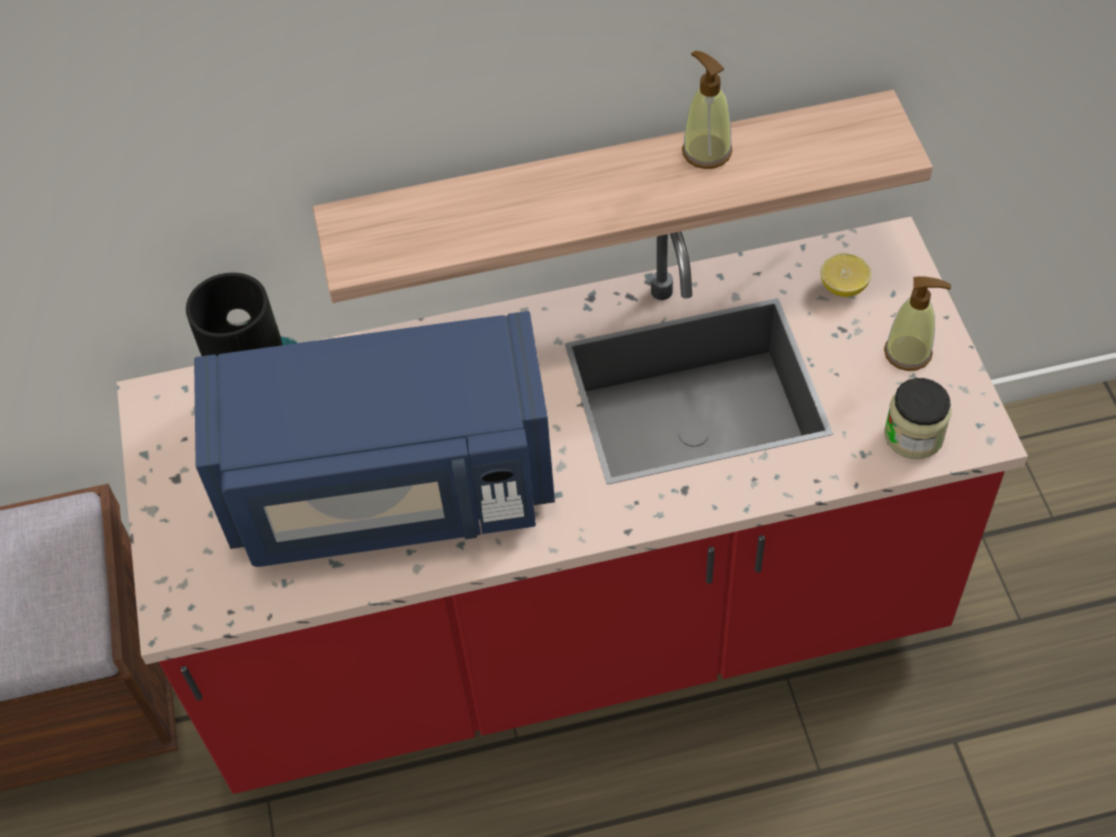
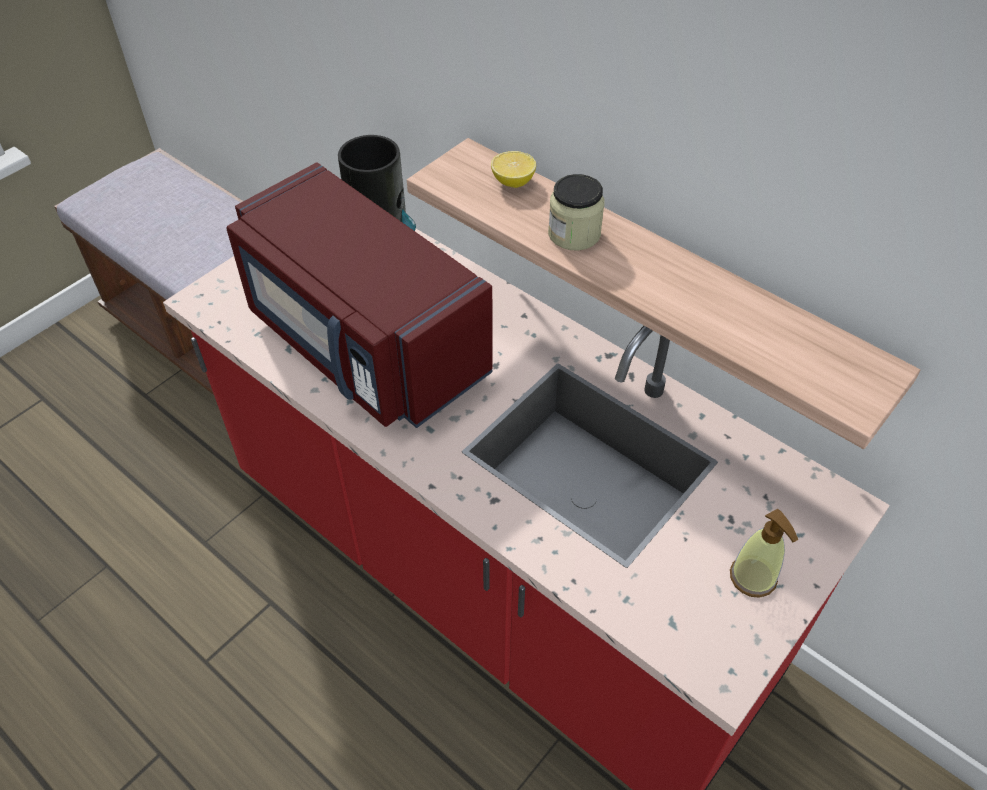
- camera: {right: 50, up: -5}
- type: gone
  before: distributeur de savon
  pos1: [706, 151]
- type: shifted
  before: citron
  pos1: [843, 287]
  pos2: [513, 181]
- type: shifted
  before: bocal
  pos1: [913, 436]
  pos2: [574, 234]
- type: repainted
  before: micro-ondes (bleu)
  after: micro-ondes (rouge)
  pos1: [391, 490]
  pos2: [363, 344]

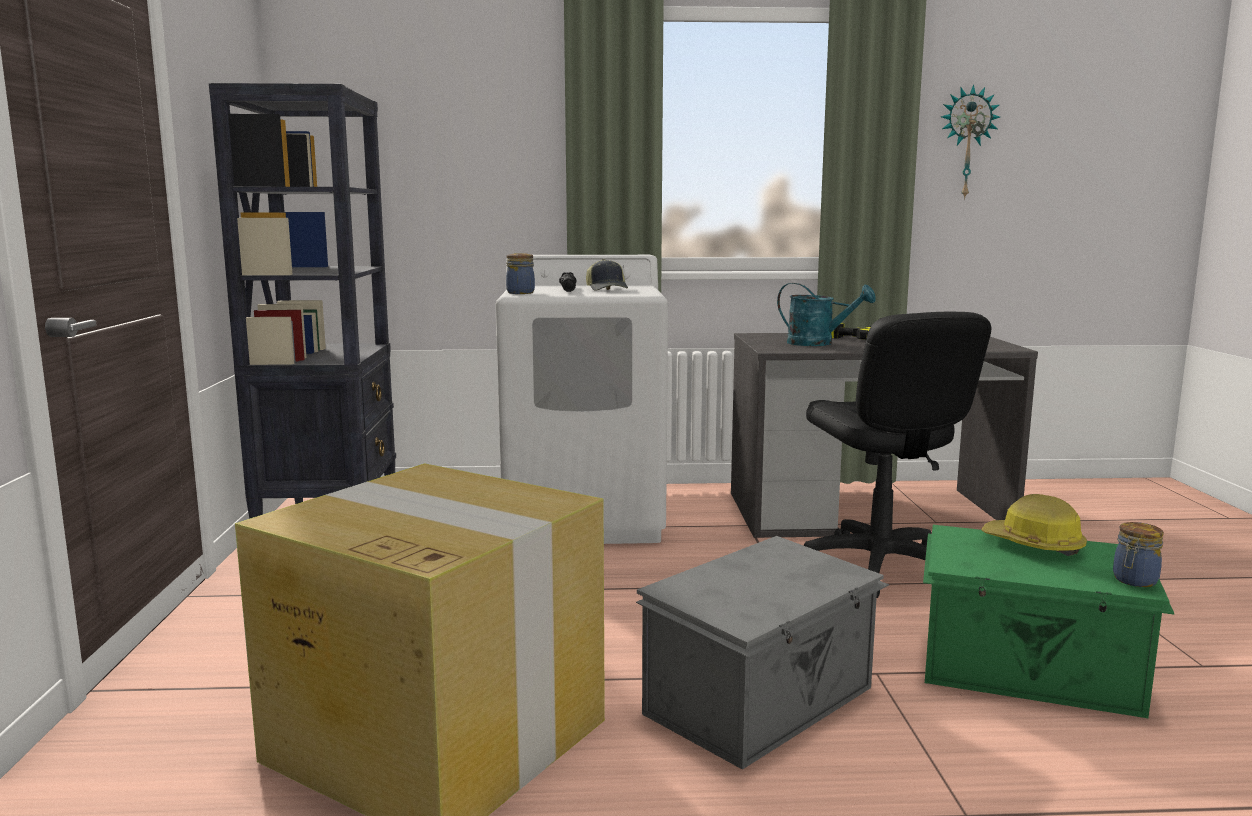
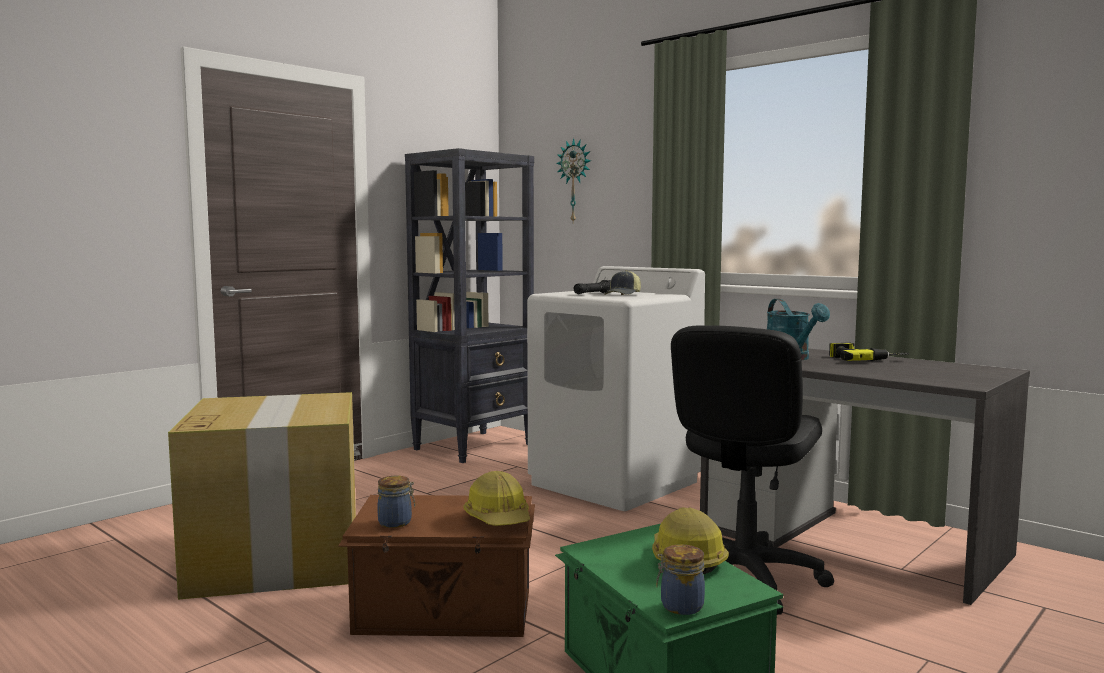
- camera: {right: 45, up: -5}
- type: new
  after: casque de chantier
  pos2: [499, 518]
- type: shifted
  before: bocal
  pos1: [521, 293]
  pos2: [396, 523]
- type: shifted
  before: horloge murale
  pos1: [966, 142]
  pos2: [575, 181]
- type: repainted
  before: boîte de rangement (gris)
  after: boîte de rangement (marron)
  pos1: [763, 701]
  pos2: [445, 613]

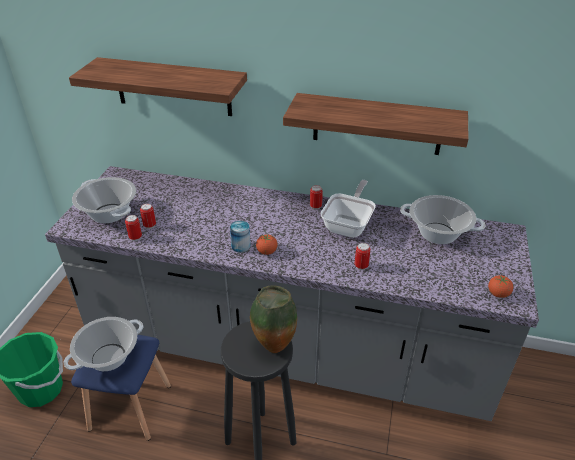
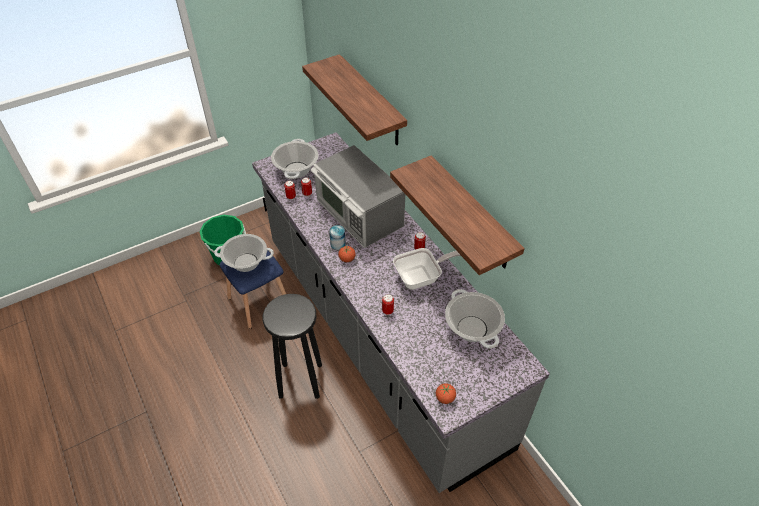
- camera: {right: 45, up: 10}
- type: gone
  before: vase
  pos1: [273, 346]
- type: new
  after: micro-ondes
  pos2: [358, 214]

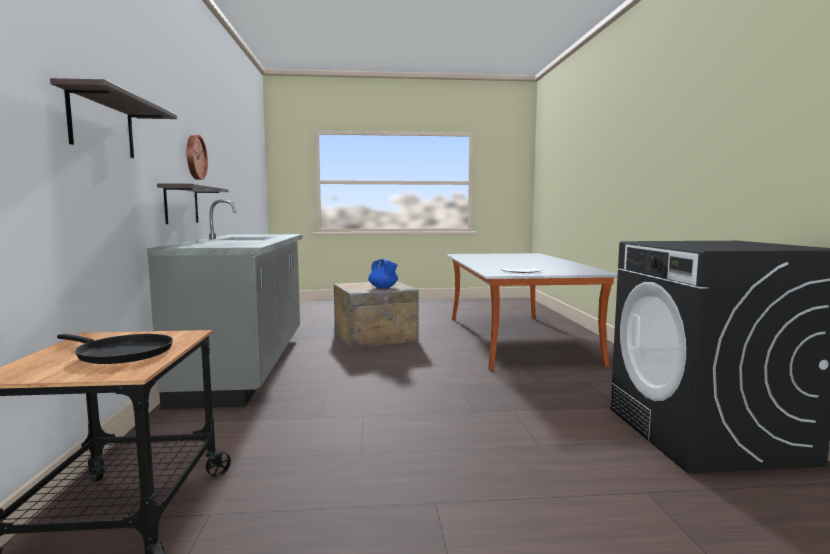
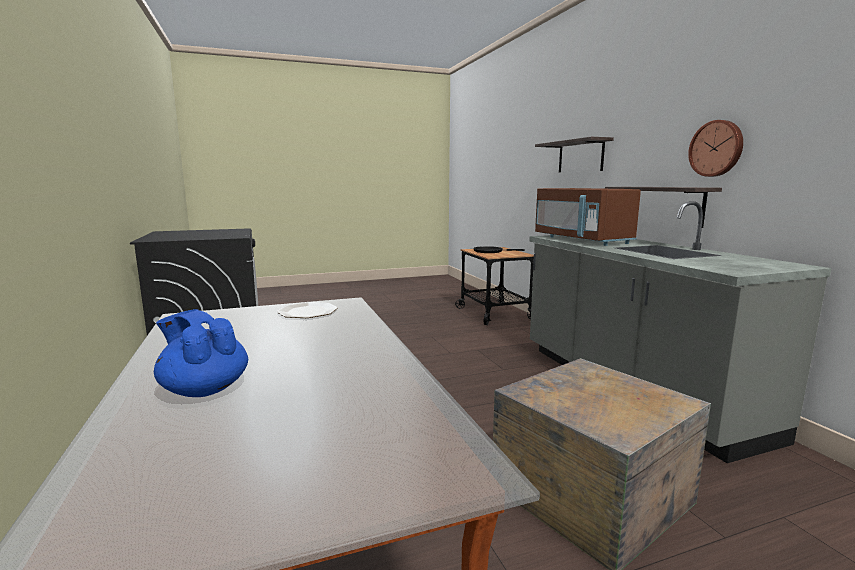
- camera: {right: 165, up: 5}
- type: new
  after: micro-ondes (marron)
  pos2: [582, 240]
- type: shifted
  before: théière (bleu)
  pos1: [383, 288]
  pos2: [204, 389]

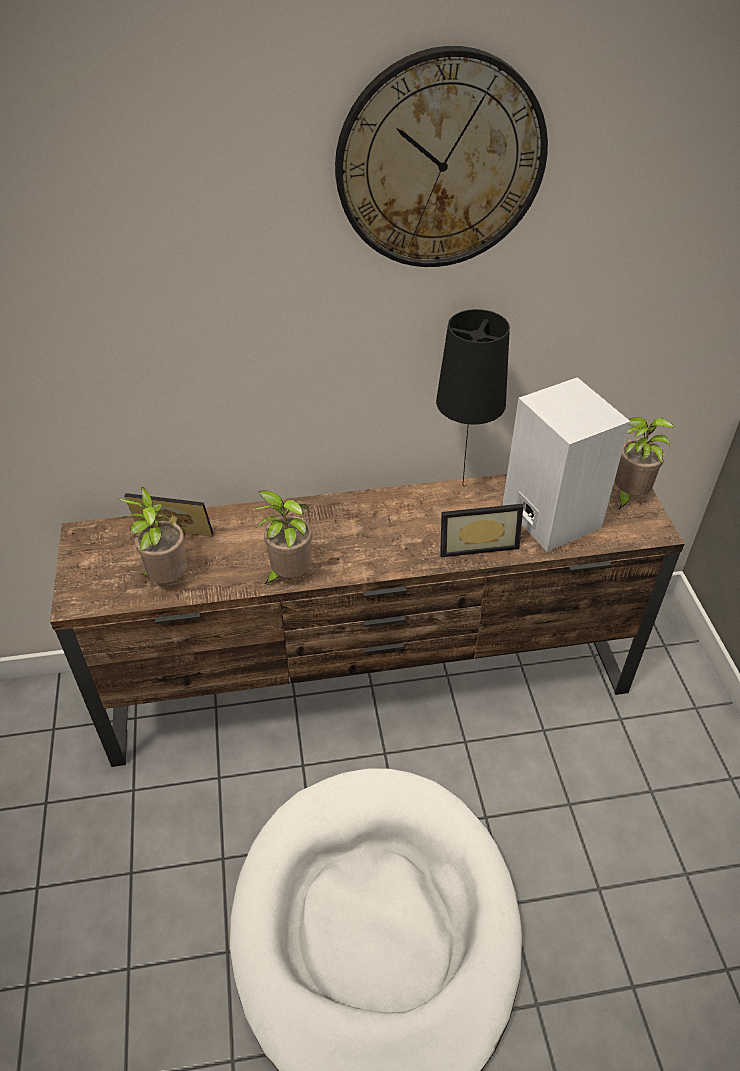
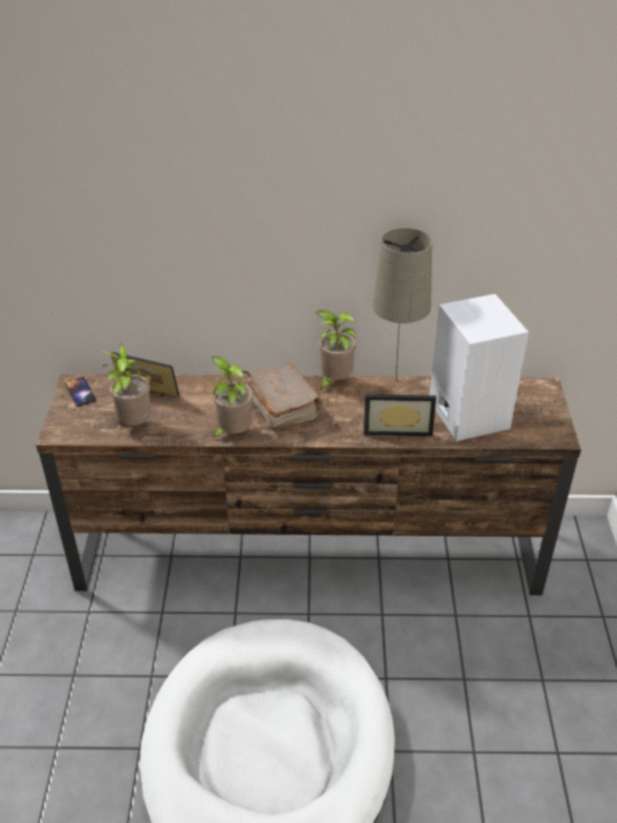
- camera: {right: 10, up: -5}
- type: gone
  before: horloge murale
  pos1: [440, 163]
- type: new
  after: téléphone
  pos2: [80, 392]
- type: new
  after: livre (marron)
  pos2: [283, 407]
- type: shifted
  before: plante en pot
  pos1: [628, 496]
  pos2: [334, 382]
- type: repainted
  before: lampe de table (noir)
  after: lampe de table (beige)
  pos1: [461, 495]
  pos2: [395, 389]

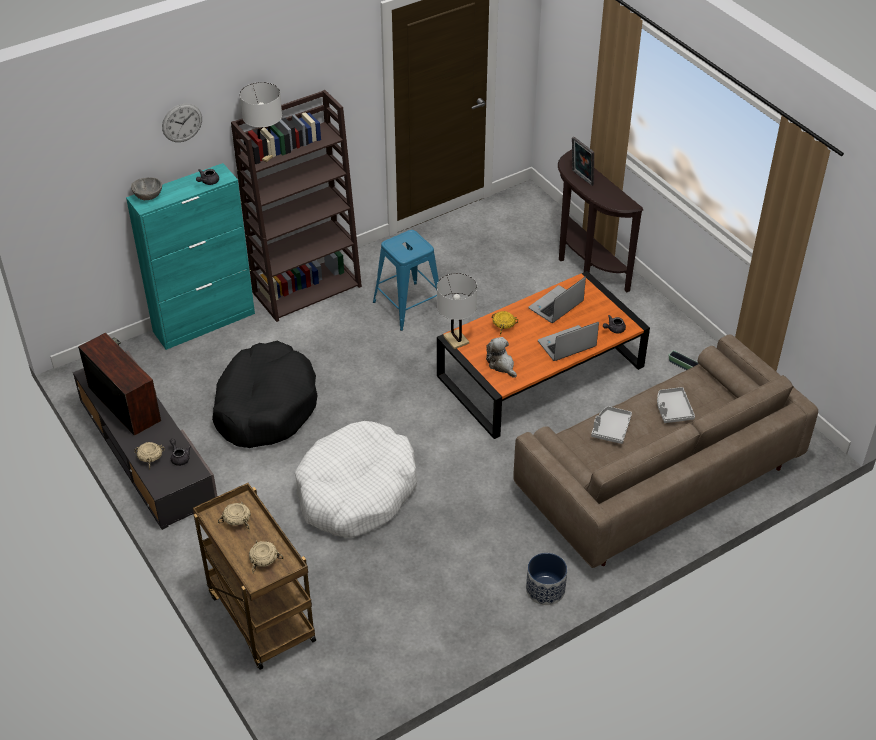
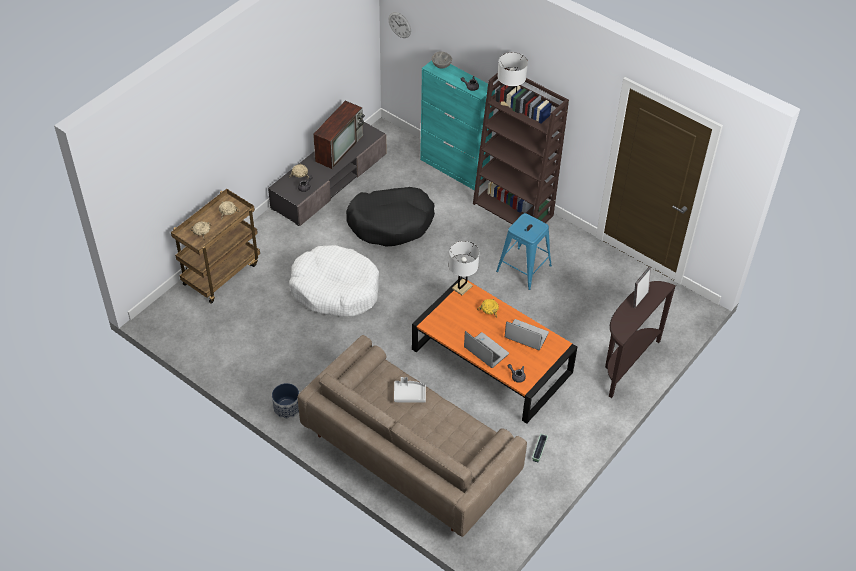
- camera: {right: 70, up: 5}
- type: gone
  before: peluche
  pos1: [501, 365]
- type: gone
  before: plateau (gris)
  pos1: [673, 410]
- type: shifted
  before: horloge murale
  pos1: [182, 122]
  pos2: [399, 25]

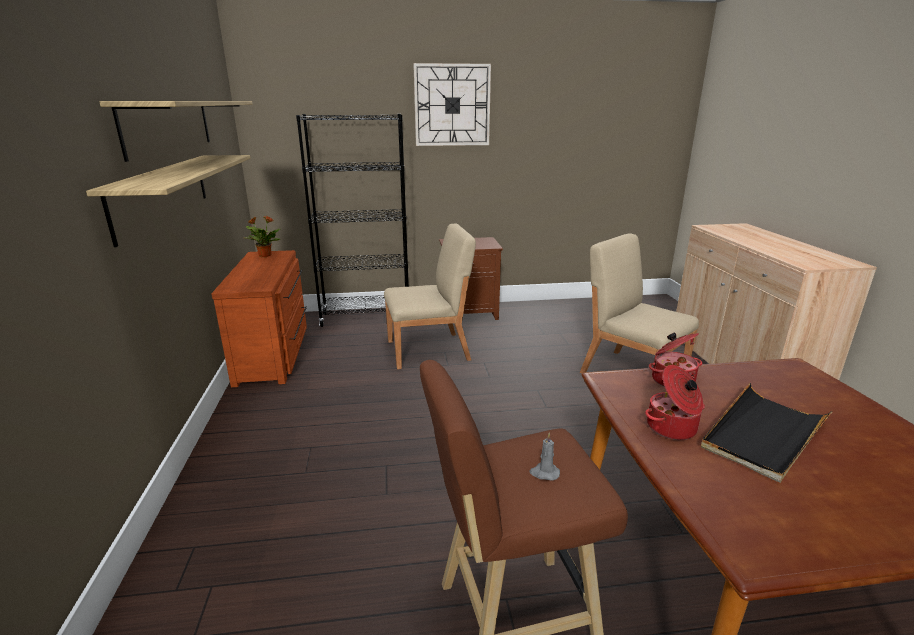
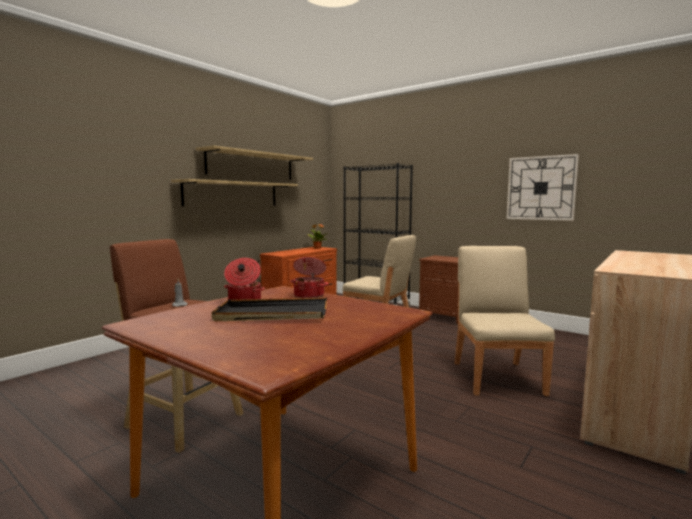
- camera: {right: 45, up: -15}
- type: shifted
  before: horloge murale
  pos1: [452, 105]
  pos2: [541, 188]

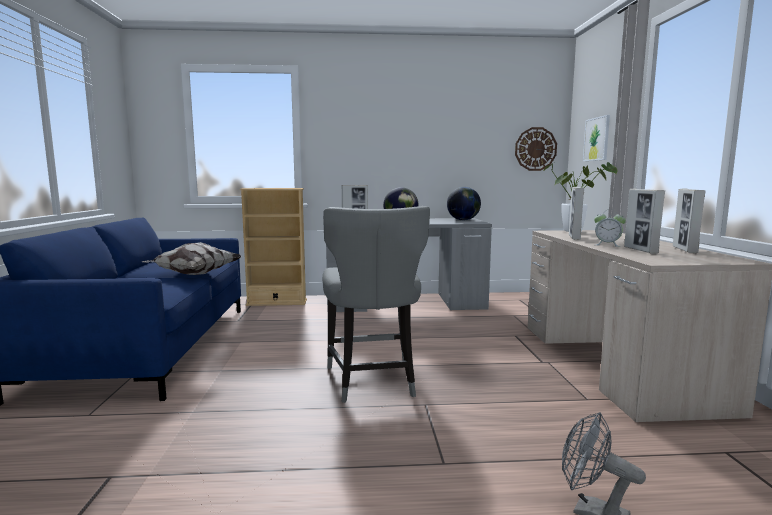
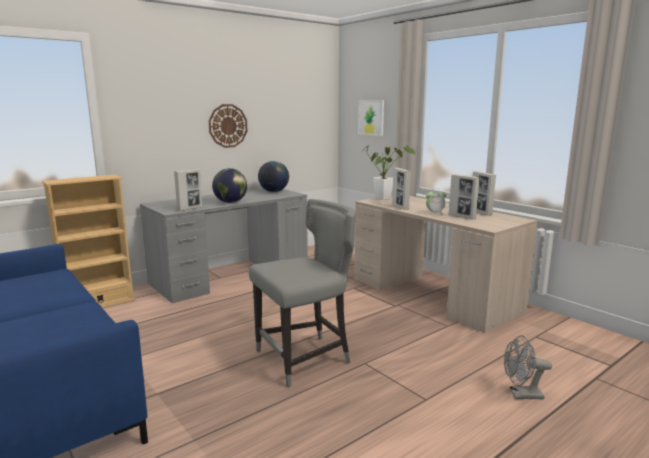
- camera: {right: -35, up: 5}
- type: gone
  before: coussin
  pos1: [193, 274]
- type: shifted
  before: horloge murale
  pos1: [535, 149]
  pos2: [228, 126]
- type: rotated
  before: chaise (gris)
  pos1: [372, 381]
  pos2: [305, 358]
  turn: -75

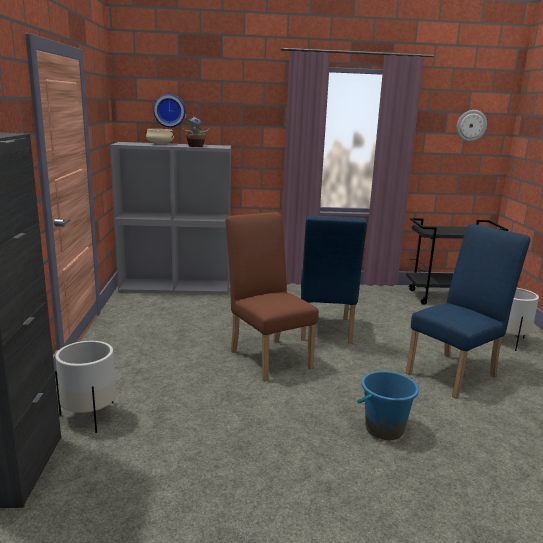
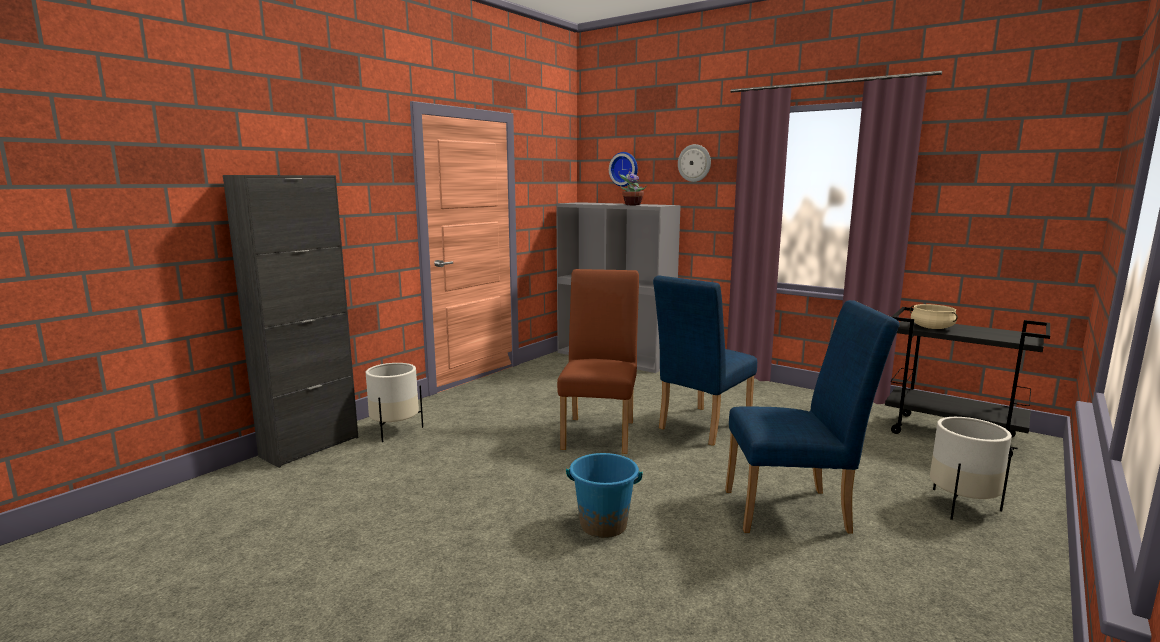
- camera: {right: 40, up: -5}
- type: shifted
  before: marmite (beige)
  pos1: [160, 144]
  pos2: [931, 328]
- type: shifted
  before: horloge murale
  pos1: [471, 125]
  pos2: [694, 163]

